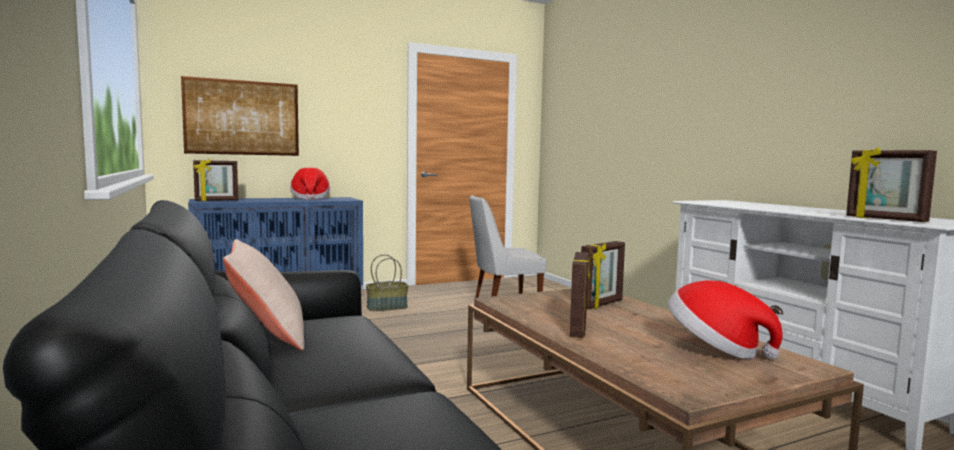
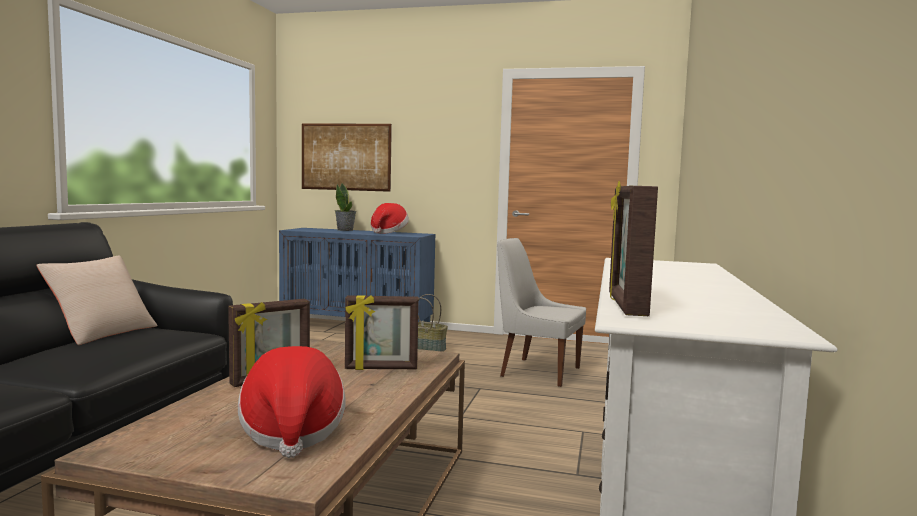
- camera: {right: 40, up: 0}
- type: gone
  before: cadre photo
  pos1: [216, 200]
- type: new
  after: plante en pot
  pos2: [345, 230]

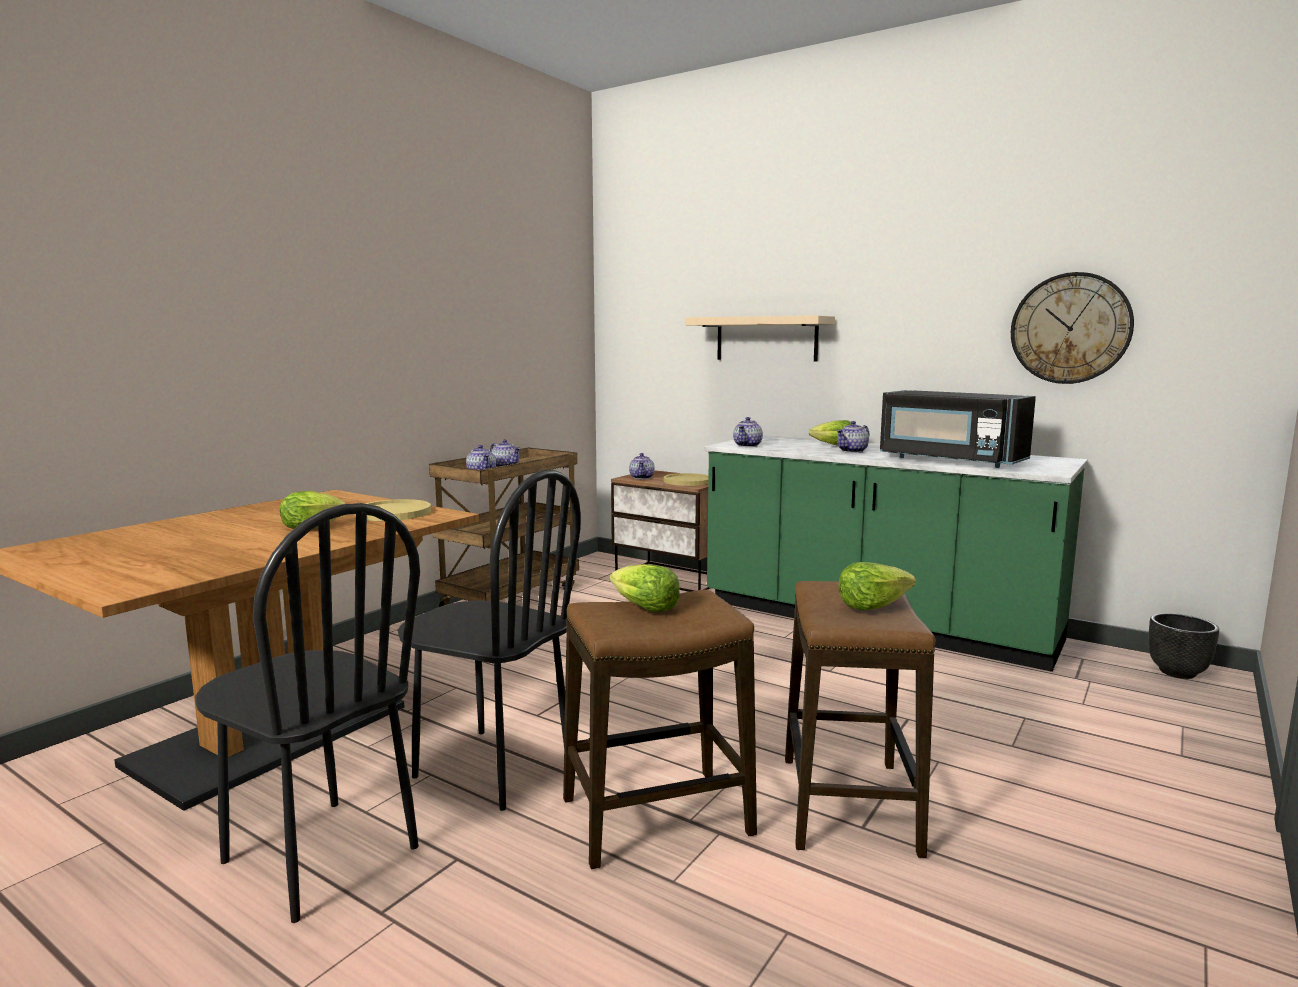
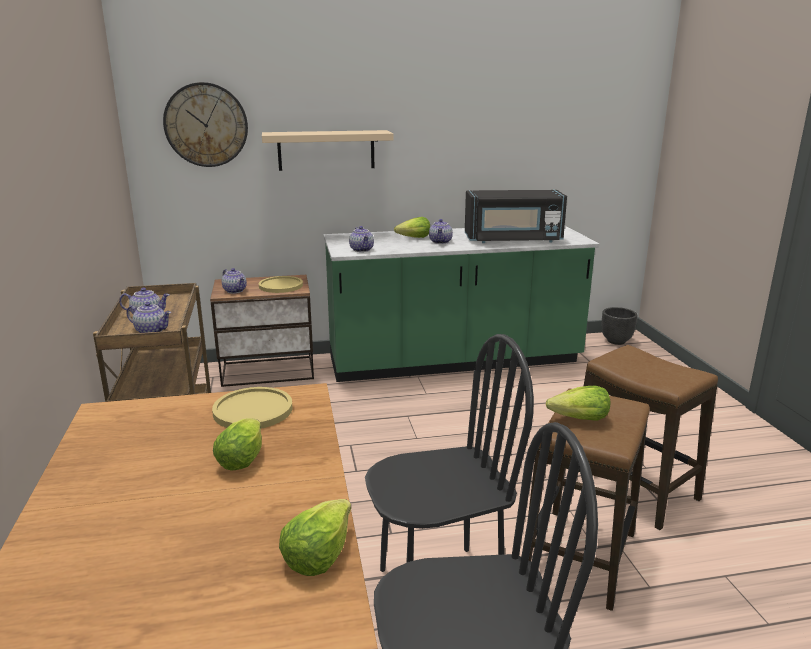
- camera: {right: -45, up: 10}
- type: shifted
  before: laitue
  pos1: [872, 605]
  pos2: [318, 554]
- type: shifted
  before: horloge murale
  pos1: [1070, 328]
  pos2: [206, 125]

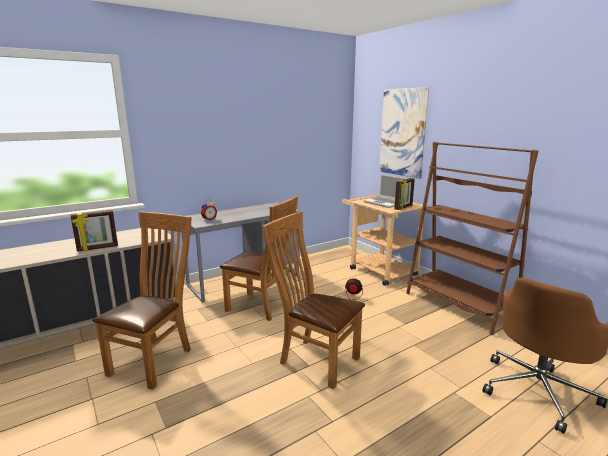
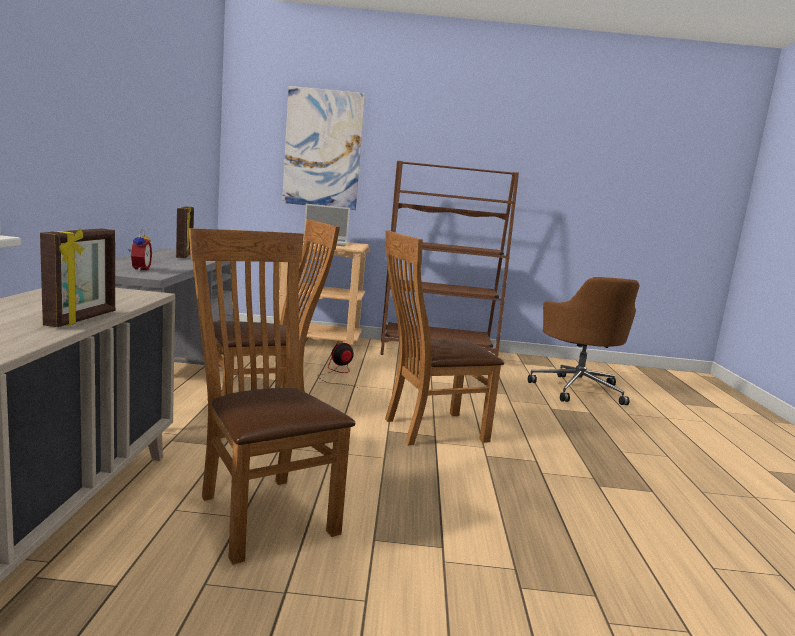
- camera: {right: -55, up: -5}
- type: shifted
  before: cadre photo
  pos1: [404, 207]
  pos2: [185, 255]

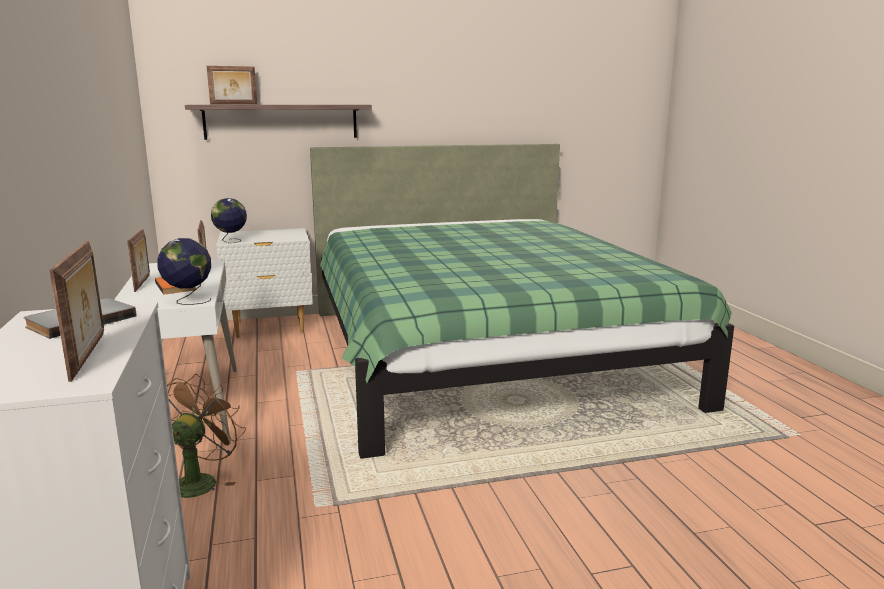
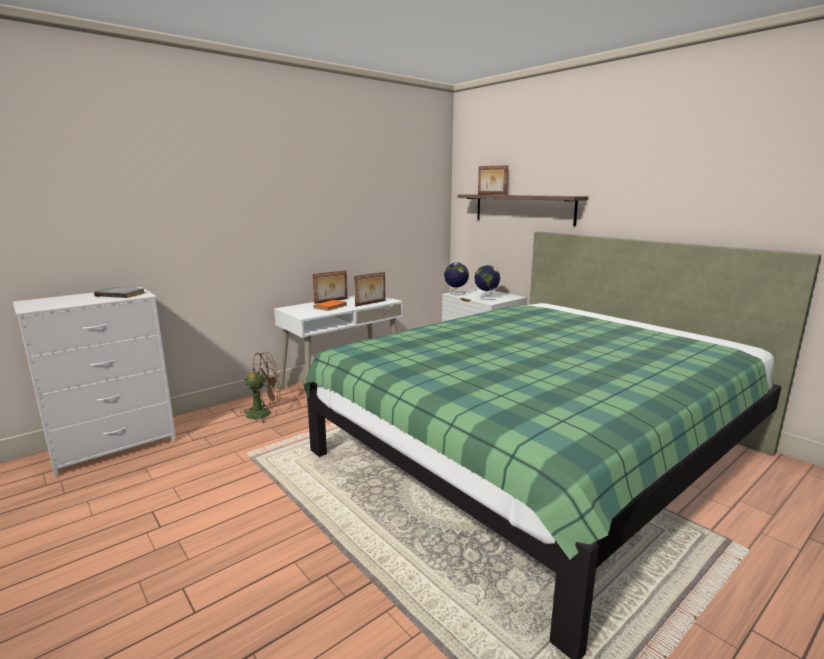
- camera: {right: 65, up: 0}
- type: gone
  before: cadre photo
  pos1: [90, 356]
- type: shifted
  before: globe
  pos1: [188, 301]
  pos2: [486, 297]

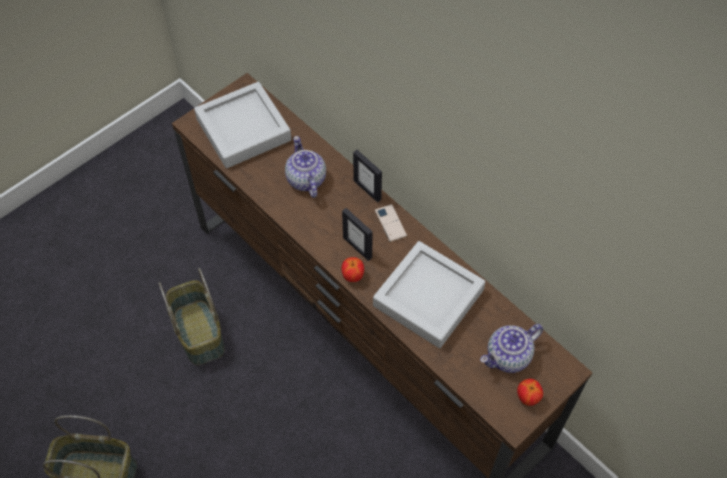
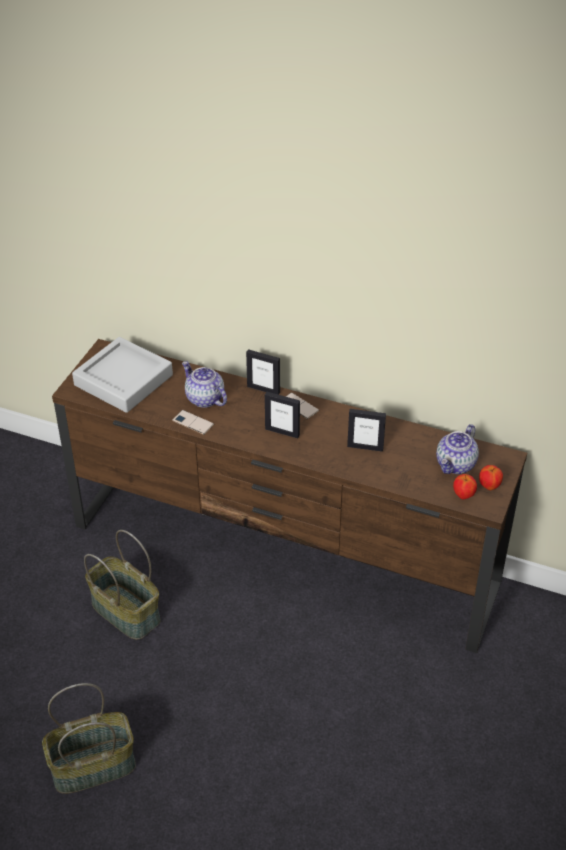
- camera: {right: -25, up: -15}
- type: new
  after: téléphone
  pos2: [193, 422]
- type: shifted
  before: pomme
  pos1: [353, 276]
  pos2: [463, 495]
- type: swapped
  before: plateau (gris)
  after: cadre photo
  pos1: [428, 298]
  pos2: [365, 447]

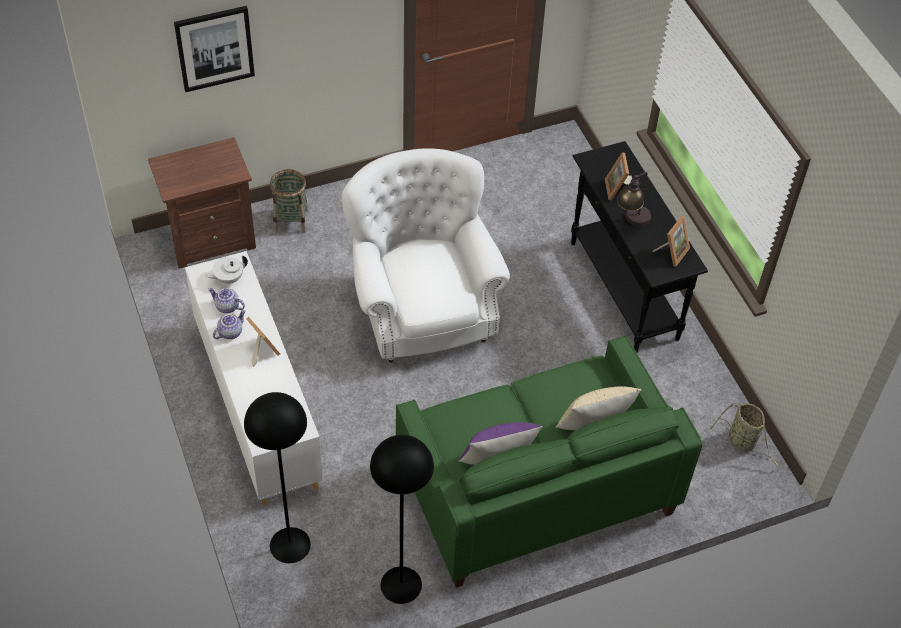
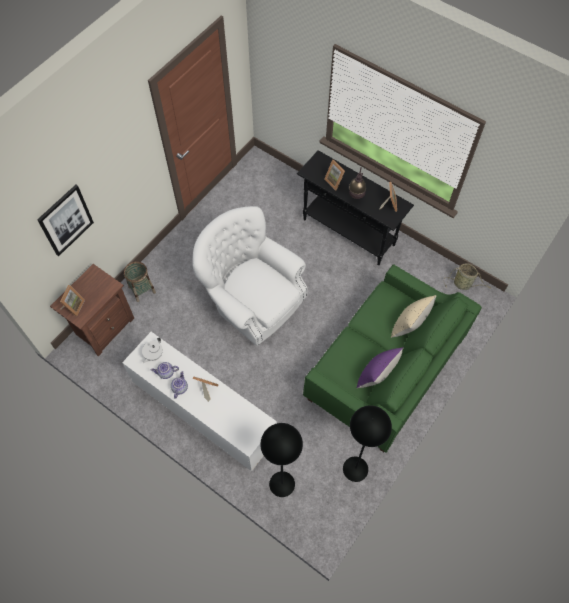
- camera: {right: -30, up: 10}
- type: new
  after: cadre photo
  pos2: [73, 306]

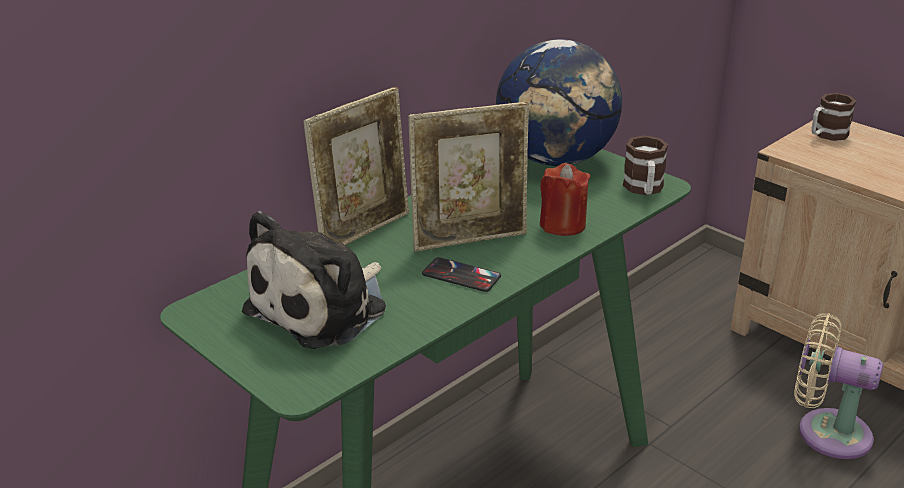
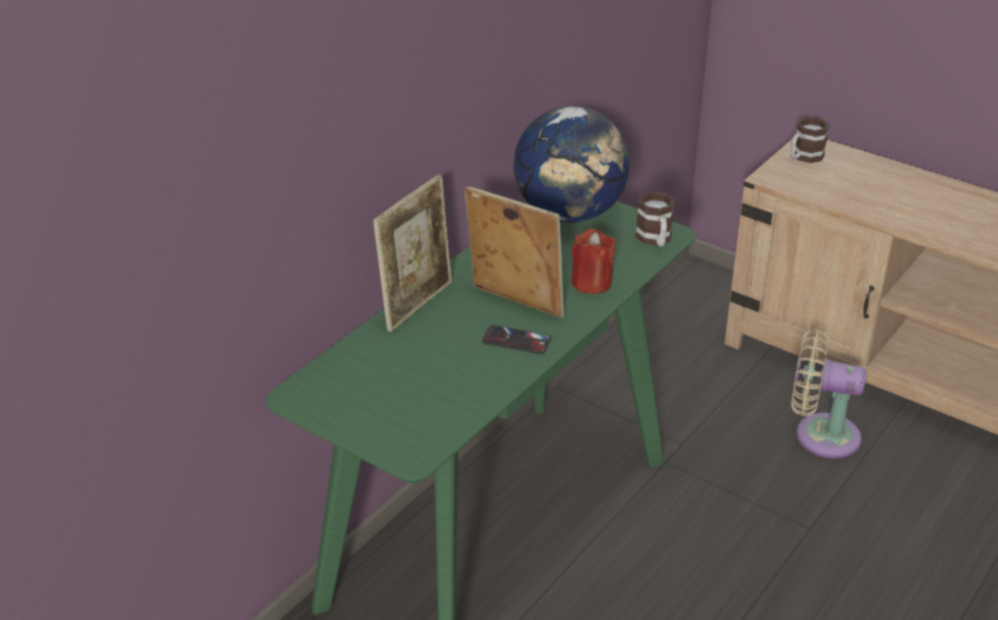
- camera: {right: -10, up: 5}
- type: gone
  before: peluche
  pos1: [323, 308]
- type: rotated
  before: cadre photo
  pos1: [470, 239]
  pos2: [514, 304]
  turn: -120

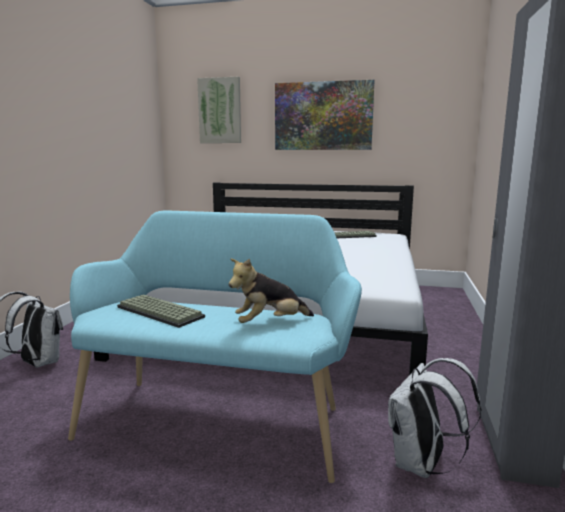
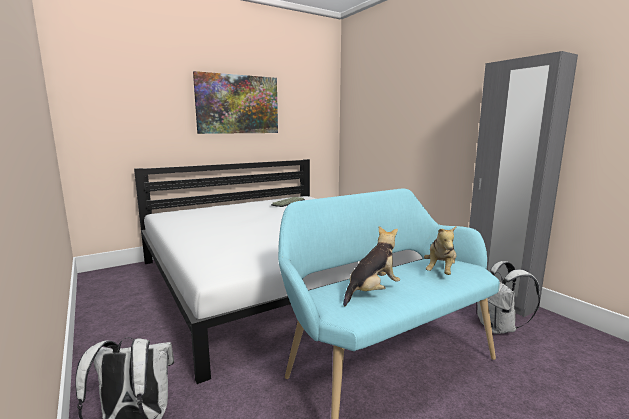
- camera: {right: -45, up: 0}
- type: gone
  before: tableau
  pos1: [220, 111]
- type: swapped
  before: clavier
  after: peluche
  pos1: [157, 312]
  pos2: [372, 291]

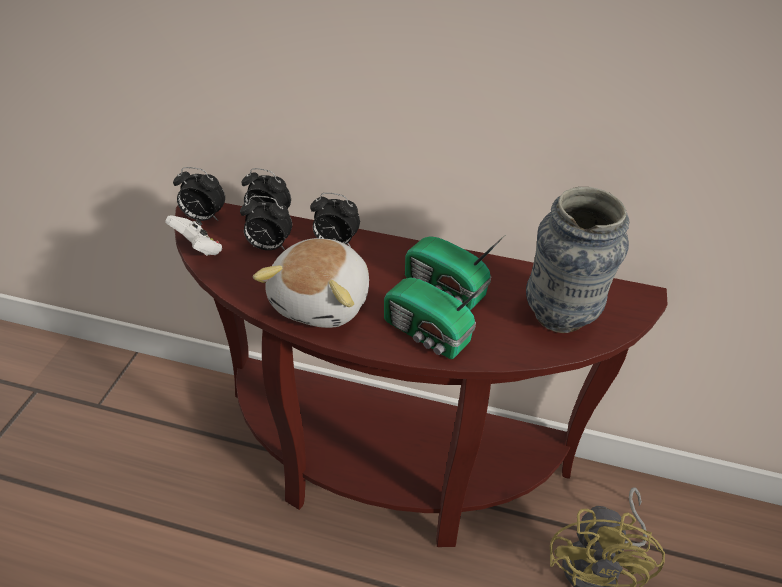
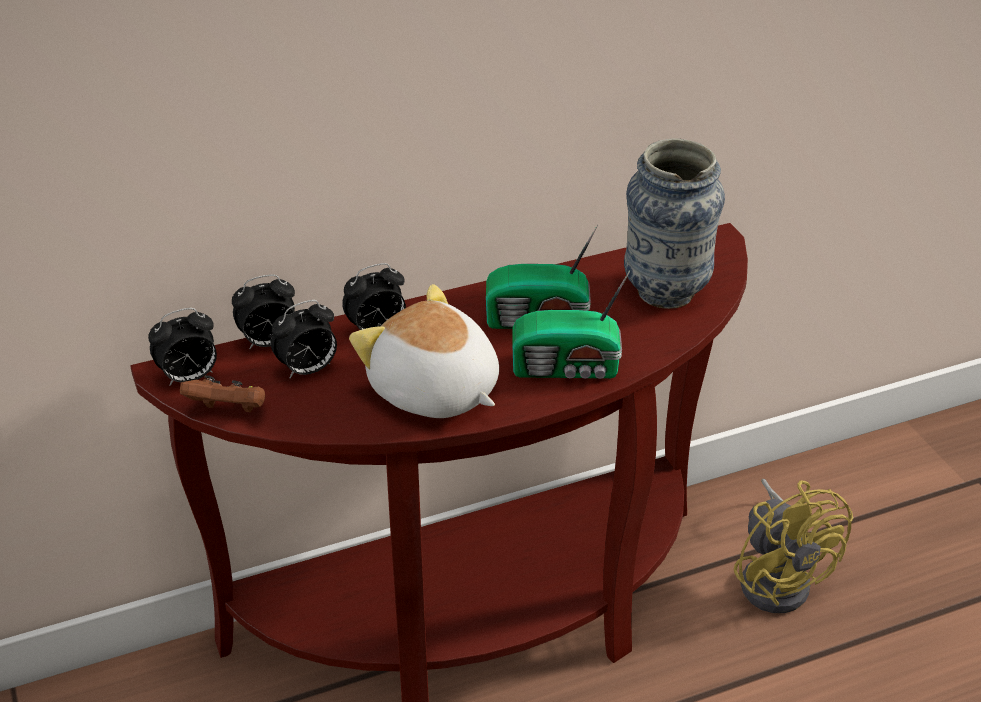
- camera: {right: -35, up: -5}
- type: repainted
  before: manette (blanc)
  after: manette (marron)
  pos1: [198, 249]
  pos2: [229, 411]
- type: rotated
  before: peluche
  pos1: [323, 301]
  pos2: [434, 391]
  turn: 150

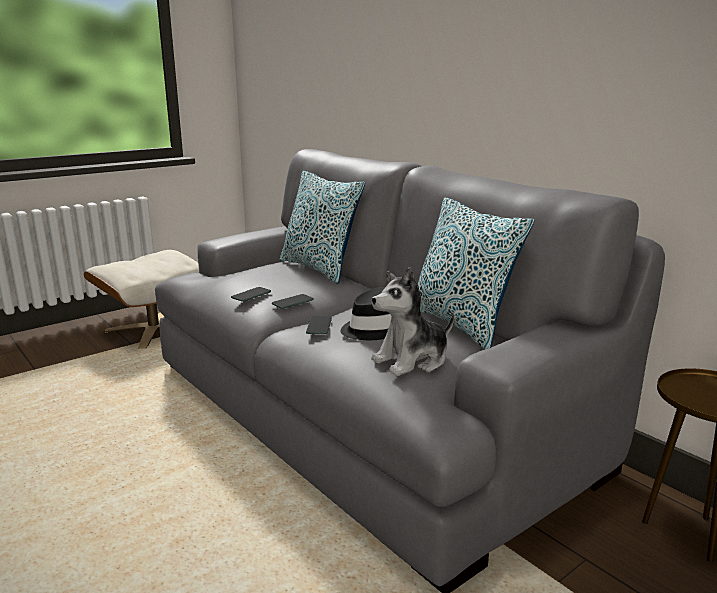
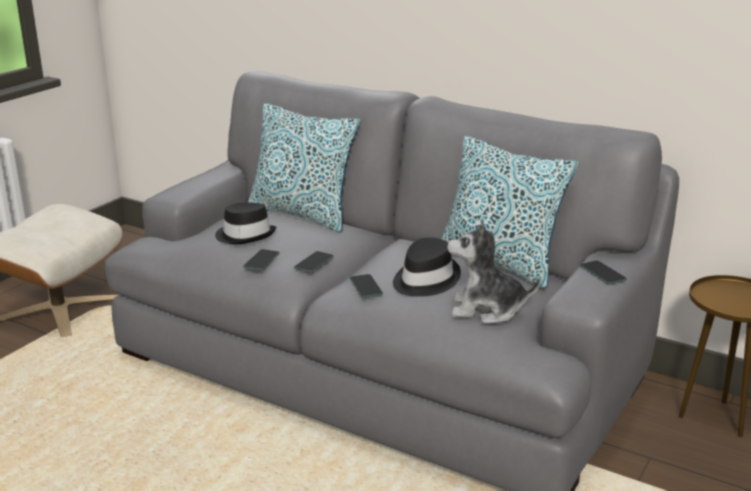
- camera: {right: -20, up: 5}
- type: new
  after: chapeau (noir)
  pos2: [245, 235]
- type: new
  after: téléphone
  pos2: [602, 273]
- type: rotated
  before: peluche
  pos1: [412, 360]
  pos2: [486, 310]
  turn: 60

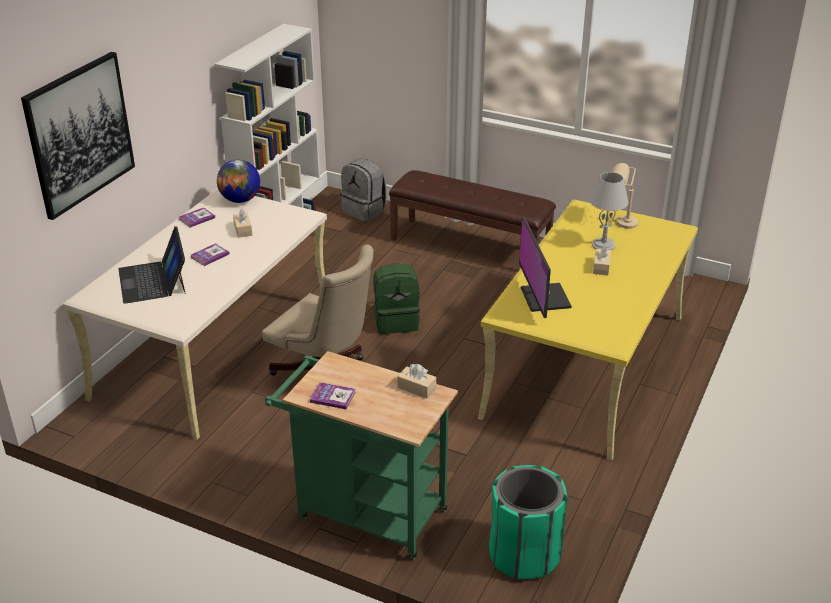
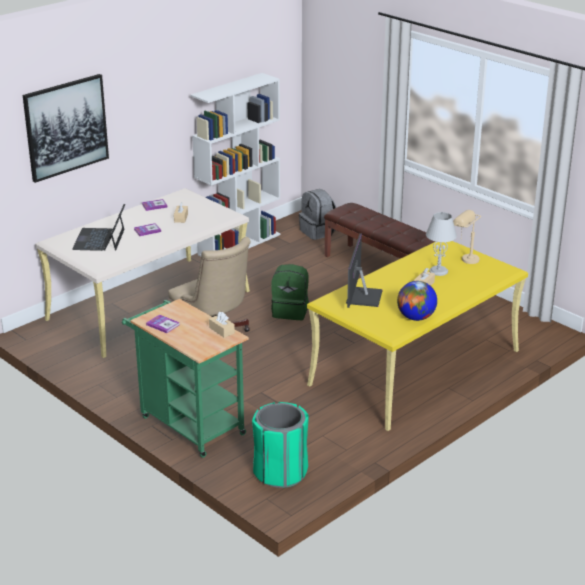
- camera: {right: 20, up: -5}
- type: shifted
  before: globe
  pos1: [240, 200]
  pos2: [416, 317]

